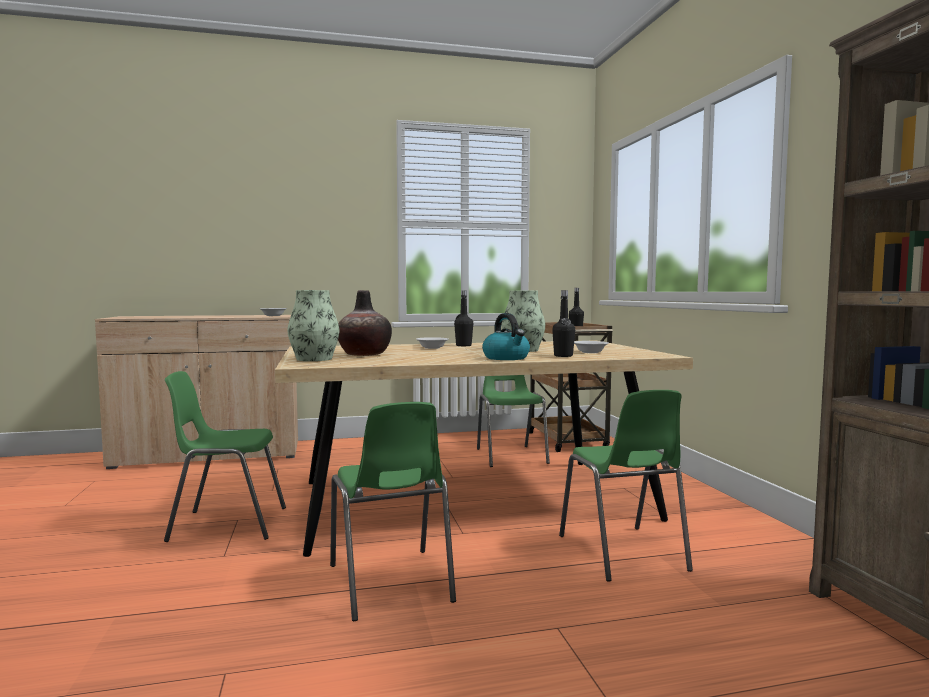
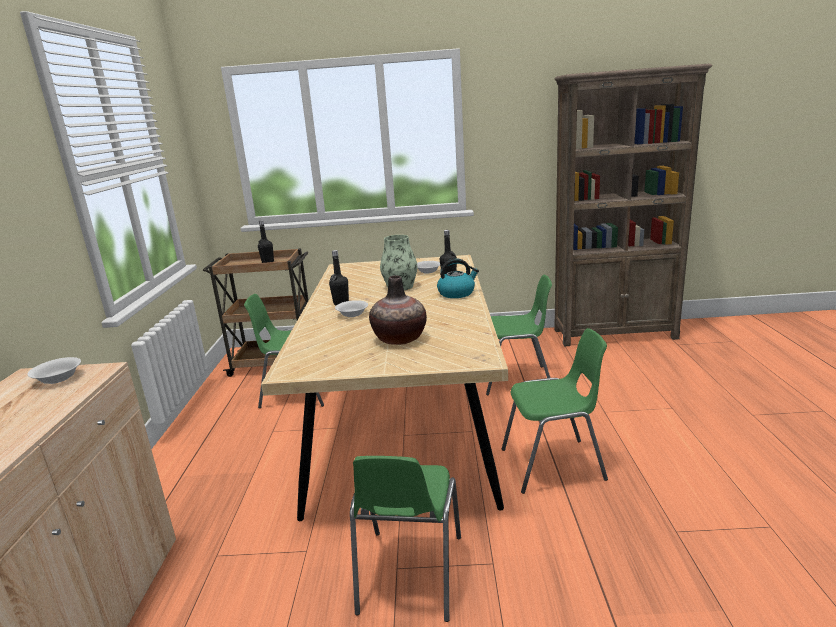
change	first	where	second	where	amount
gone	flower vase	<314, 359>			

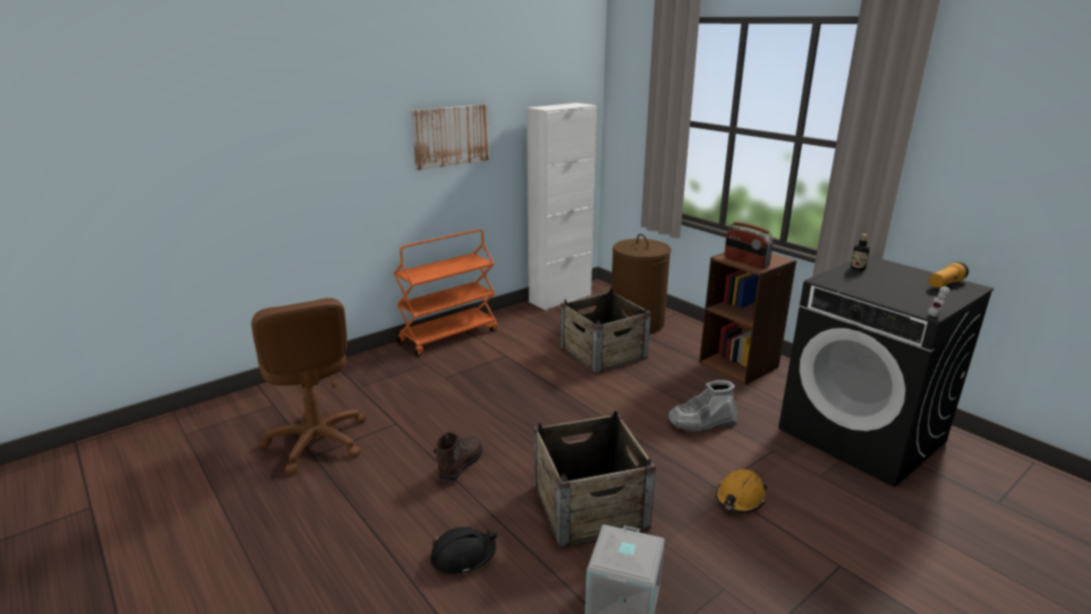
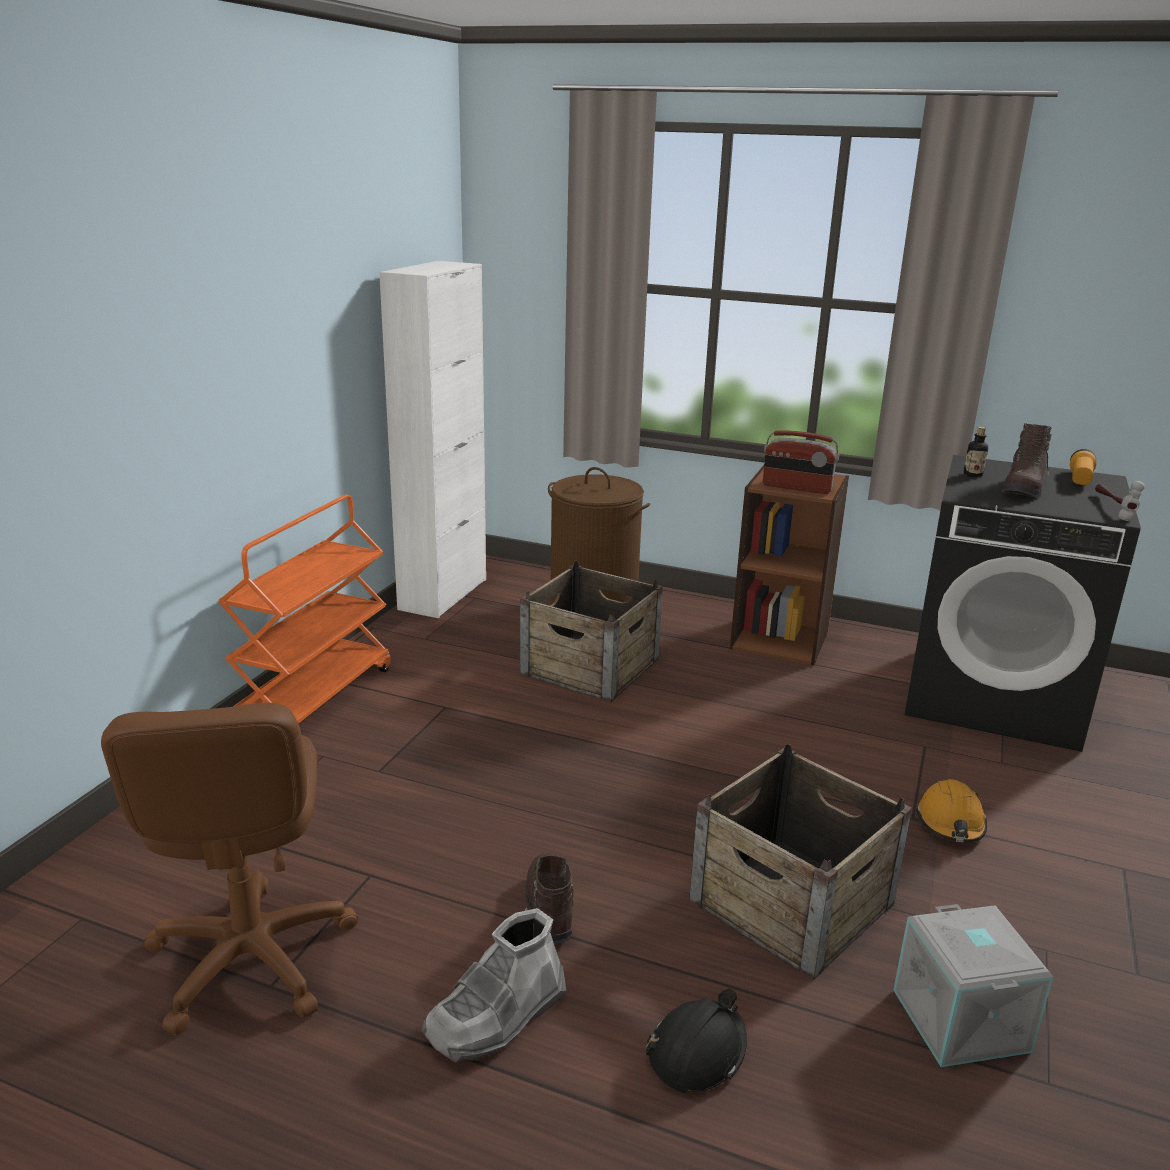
change	first	where	second	where	amount
gone	wall picture	<451, 136>			
rotated	brownish office chair	<316, 441>		<249, 958>	45 degrees clockwise
shifted	gray tall boot	<701, 423>		<497, 1017>	
new			brownish tall boot	<1023, 489>	

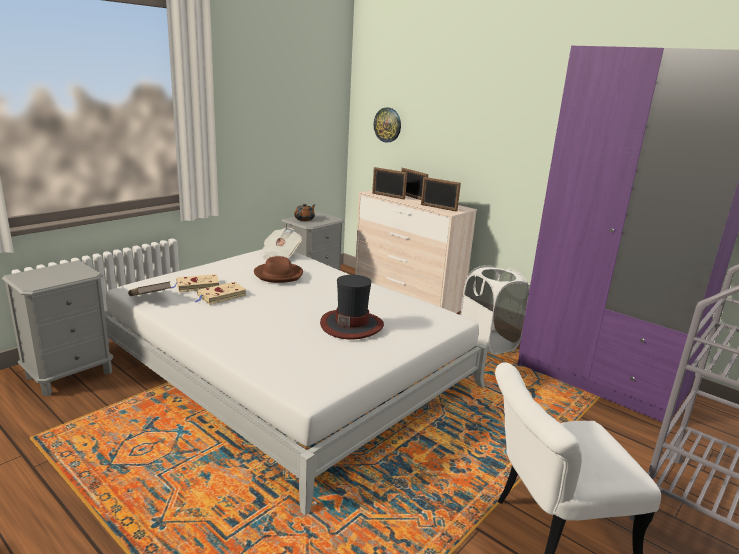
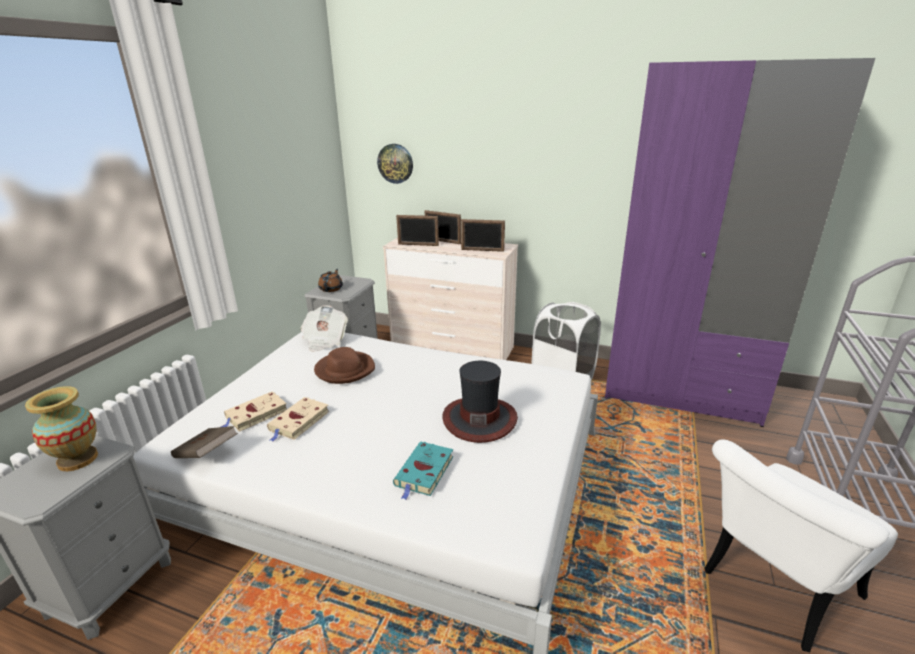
change	first	where	second	where	amount
new			flower vase	<77, 459>	
new			turquoise-coloured volume	<424, 472>	

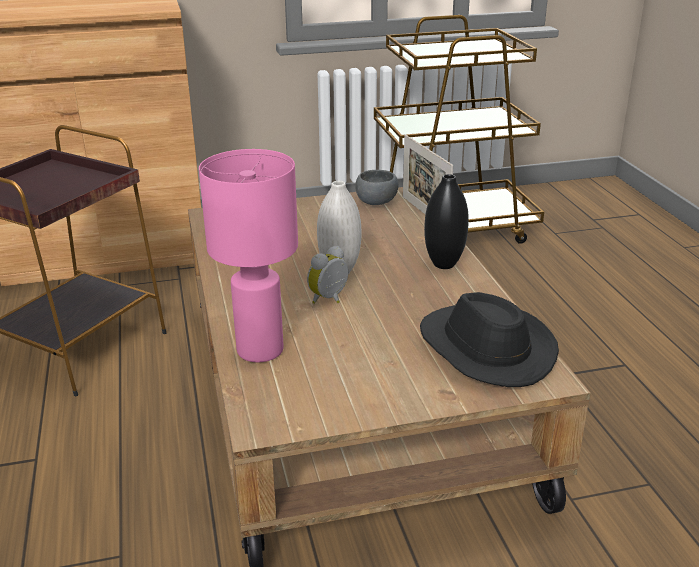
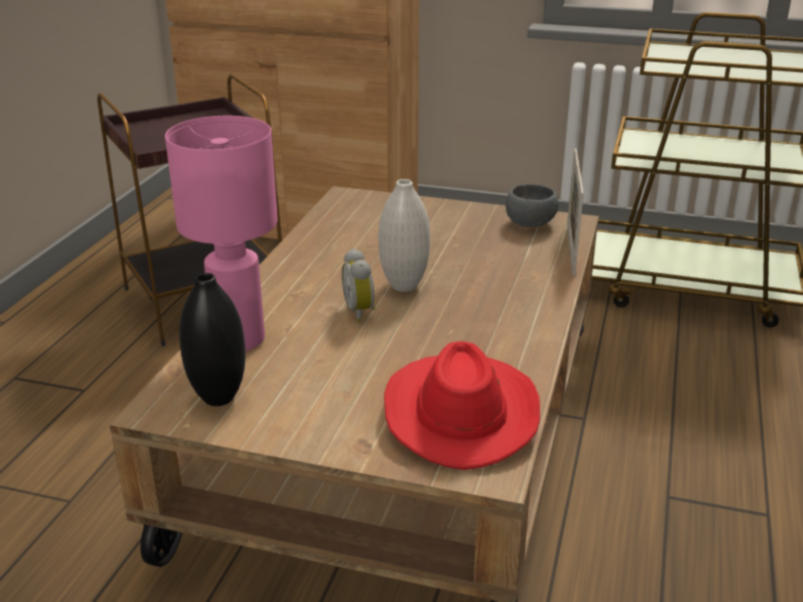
change	first	where	second	where	amount
shifted	black-coloured flower vase	<444, 264>		<218, 398>	
rotated	alarm clock	<330, 299>		<361, 311>	90 degrees counterclockwise
repainted	black-coloured hat	<484, 348>	reddish hat	<459, 412>	

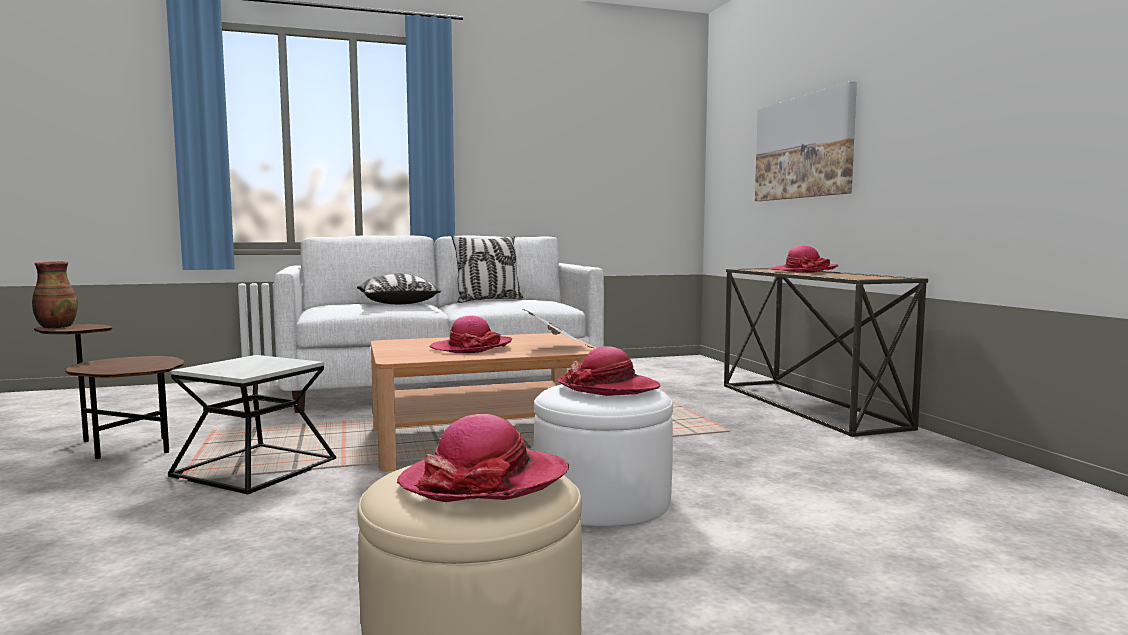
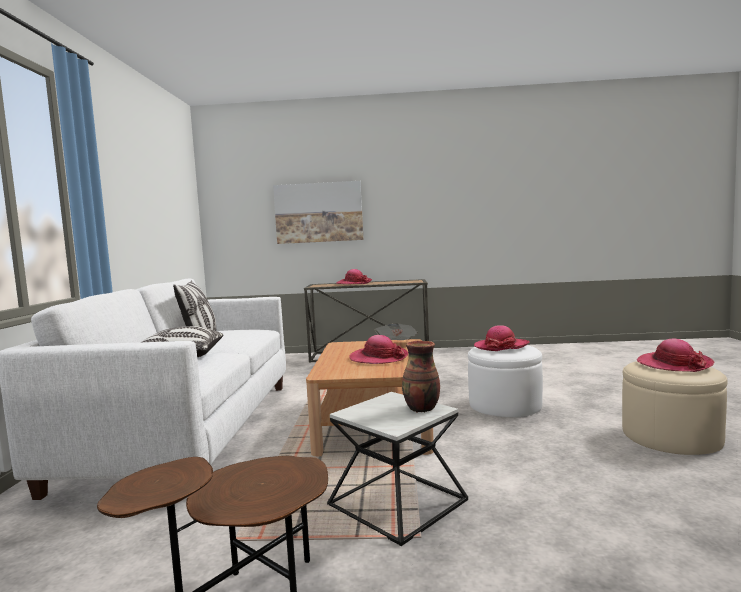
change	first	where	second	where	amount
shifted	flower vase	<56, 327>		<421, 409>	

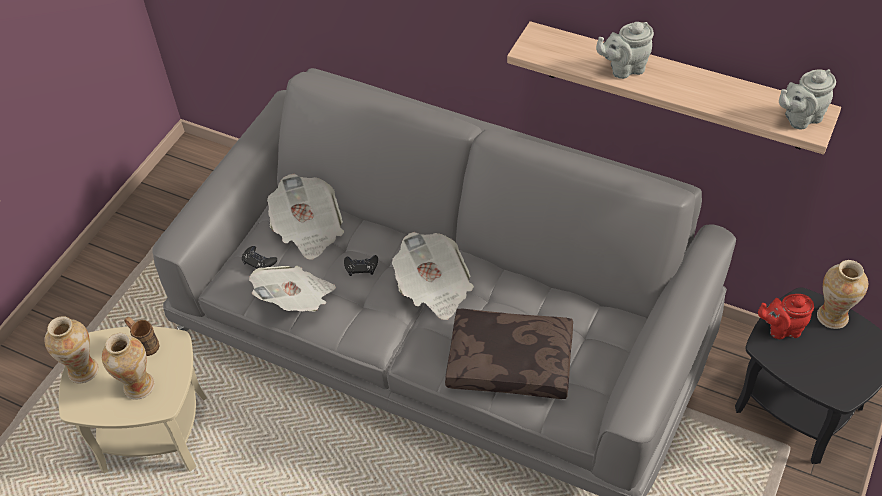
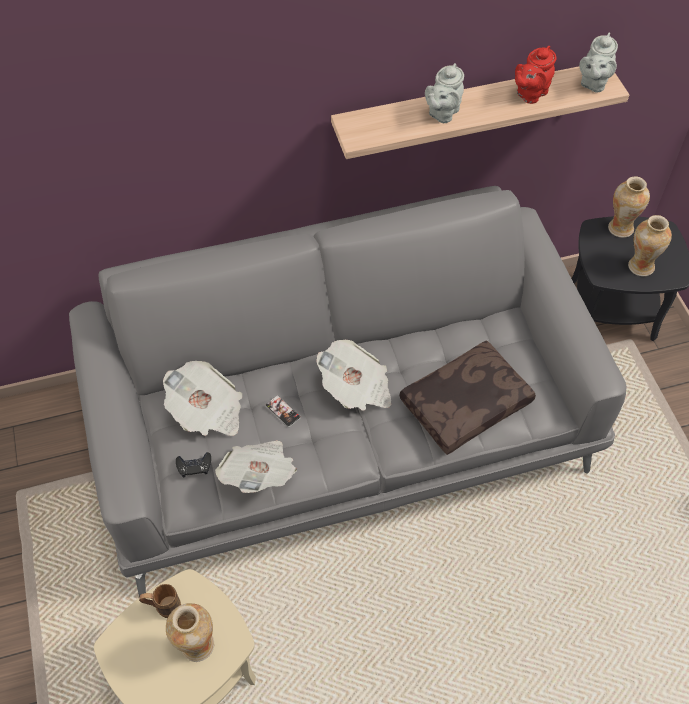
change	first	where	second	where	amount
swapped	black-coloured game controller	<361, 267>	telephone	<283, 411>	
shifted	reddish tea pot	<781, 329>		<530, 94>	
shifted	flower vase	<83, 370>		<640, 266>	

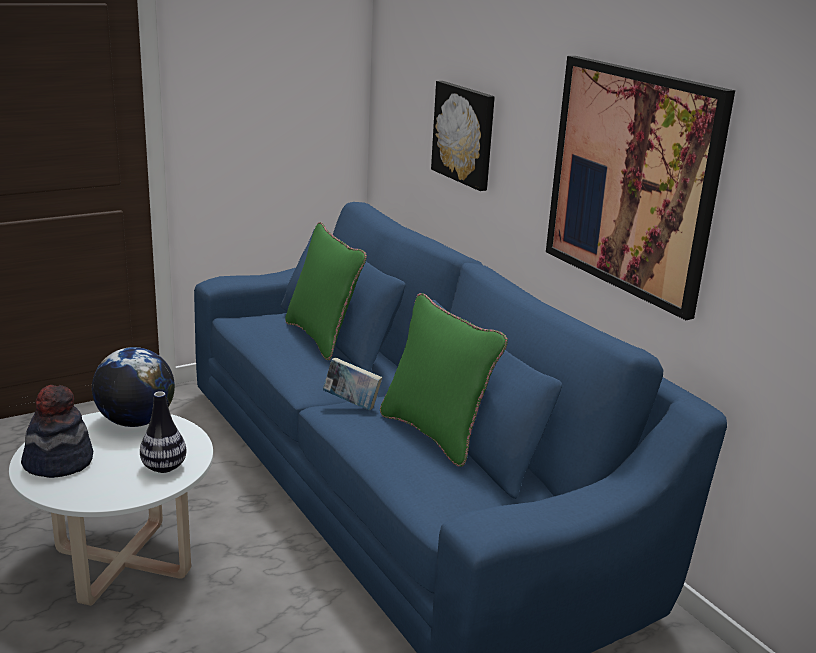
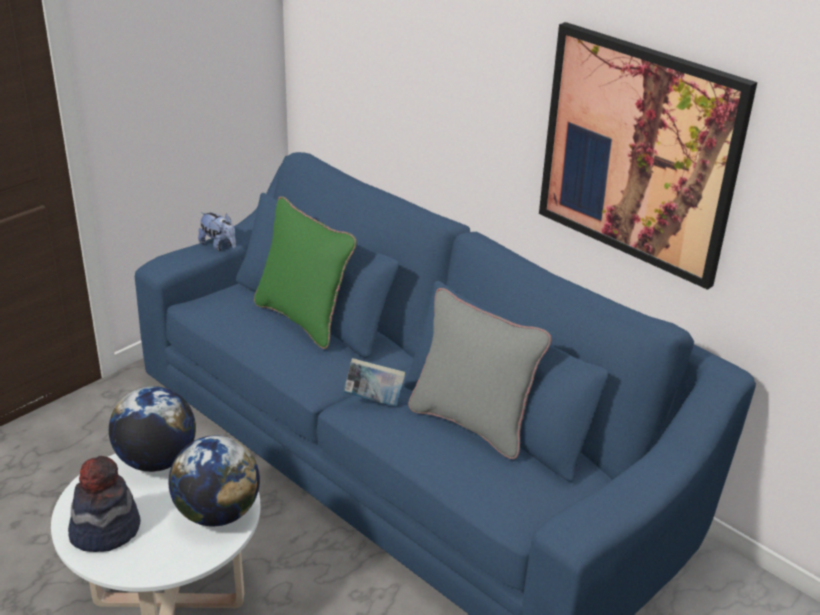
change	first	where	second	where	amount
gone	wall picture	<465, 134>			
repainted	greenish pillow	<435, 433>	gray pillow	<472, 423>	
swapped	flower vase	<164, 467>	world globe	<217, 513>	
new			plush toy	<219, 245>	

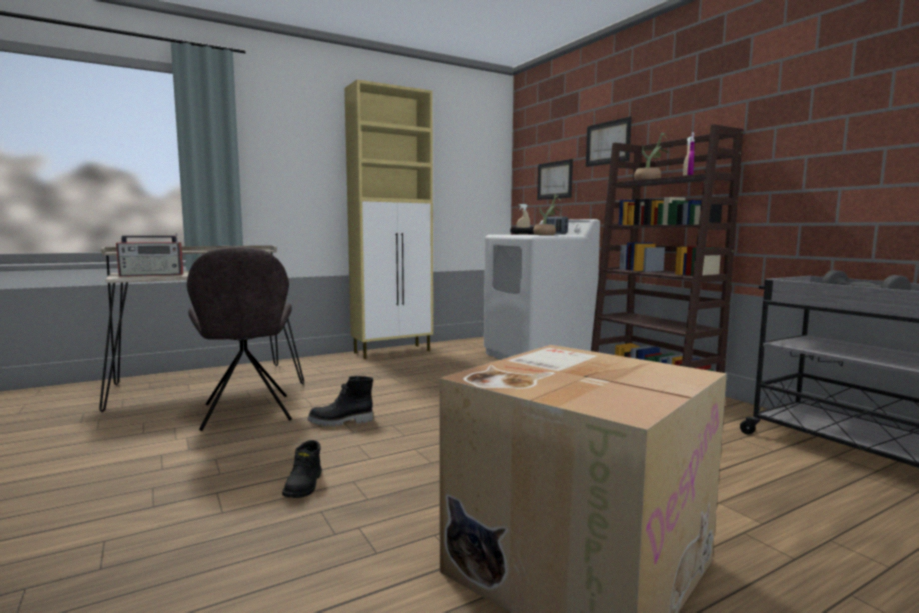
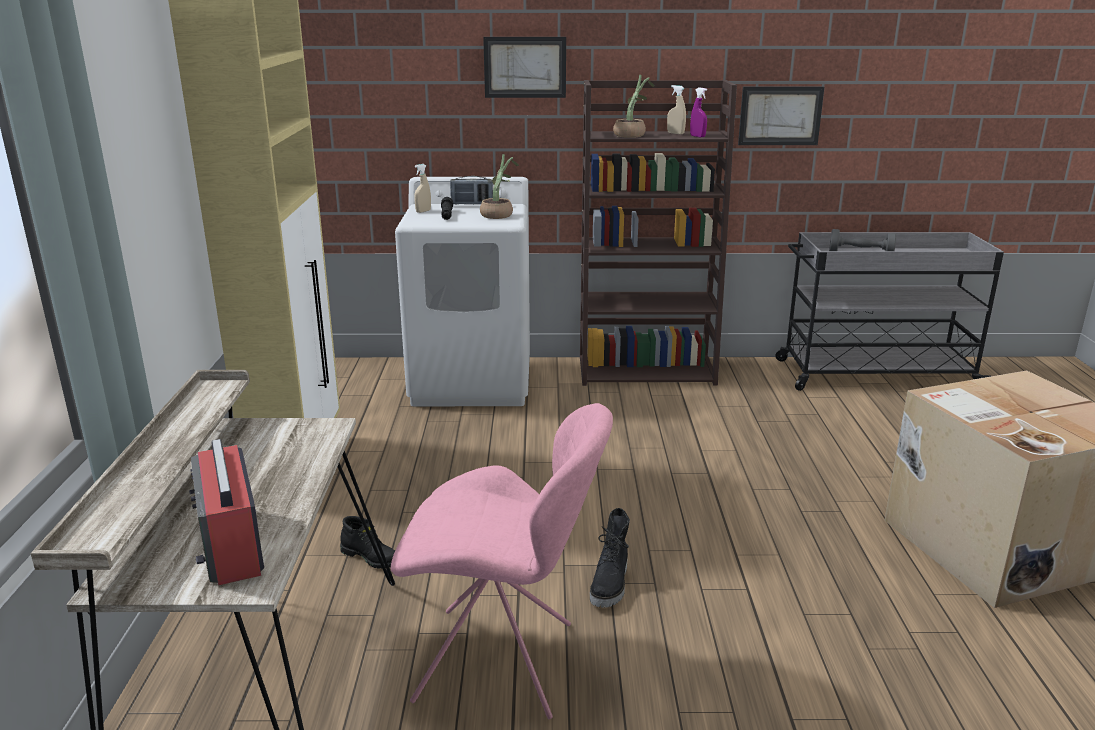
change	first	where	second	where	amount
shifted	wall picture	<555, 180>		<780, 116>	
rotated	radio receiver	<153, 275>		<232, 545>	150 degrees clockwise
repainted	gray plain chair	<246, 413>	pinkish plain chair	<502, 663>	
shifted	black-coloured tall boot	<304, 486>		<371, 557>	

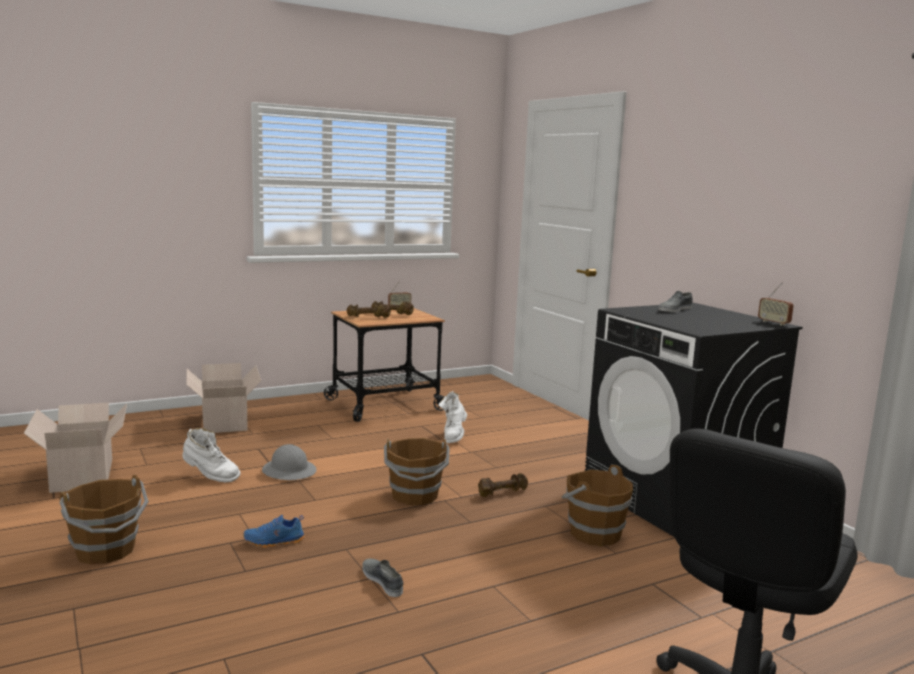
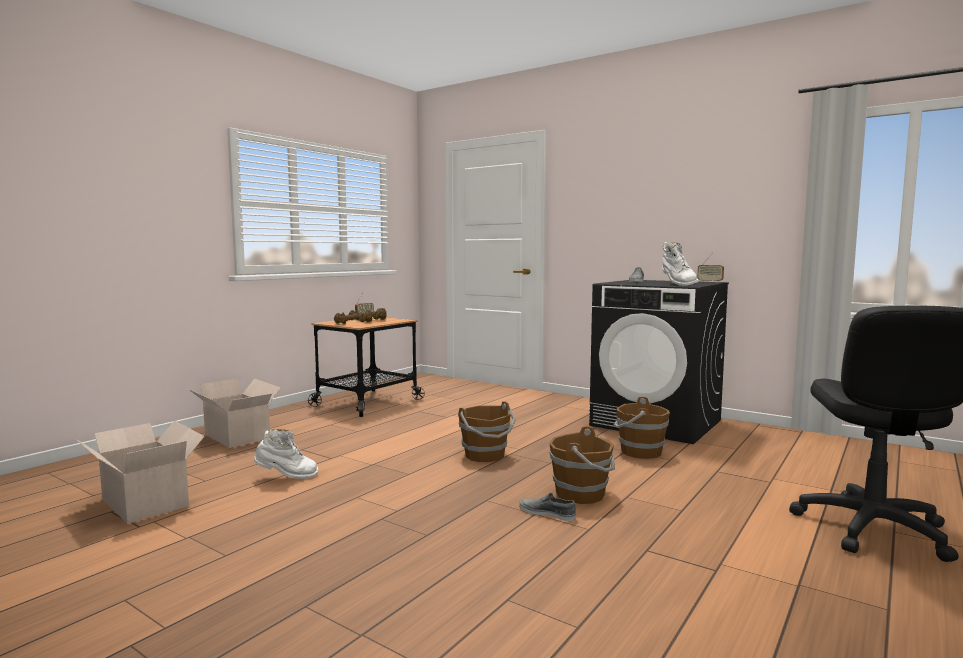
change	first	where	second	where	amount
shifted	whitish tall boot	<453, 436>		<677, 284>	
gone	gray safety helmet	<289, 471>			
gone	brownish hand weight	<502, 492>			
shifted	brownish pail	<106, 551>		<582, 494>	
gone	blue low shoe	<274, 542>			

